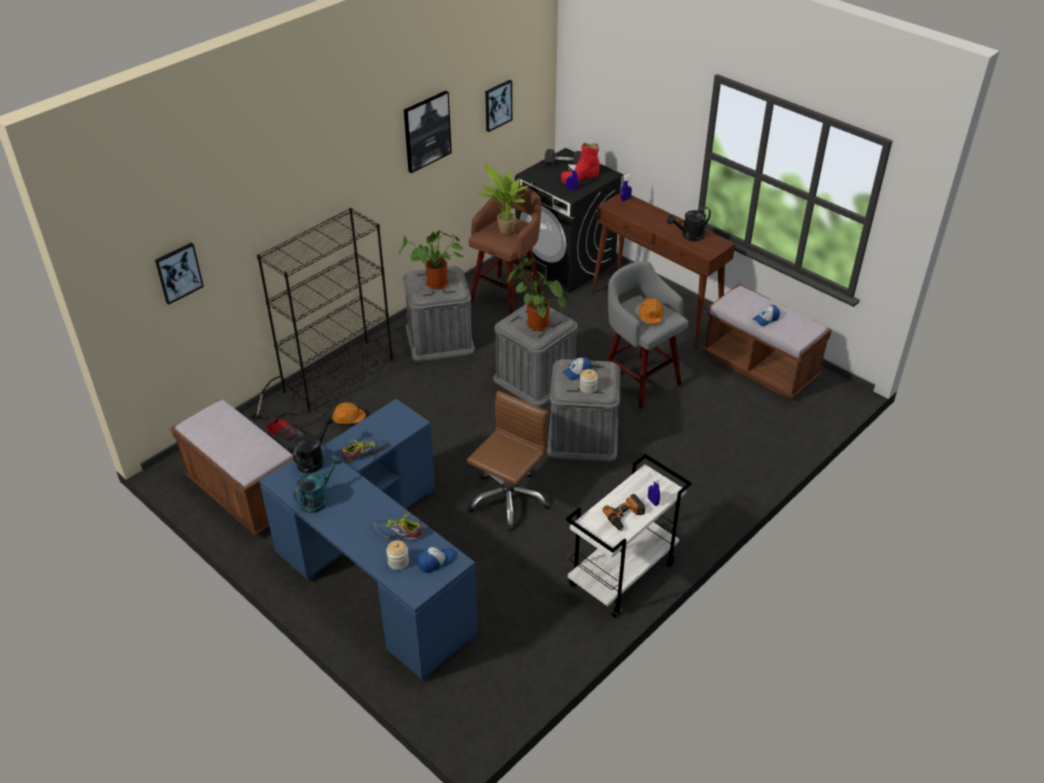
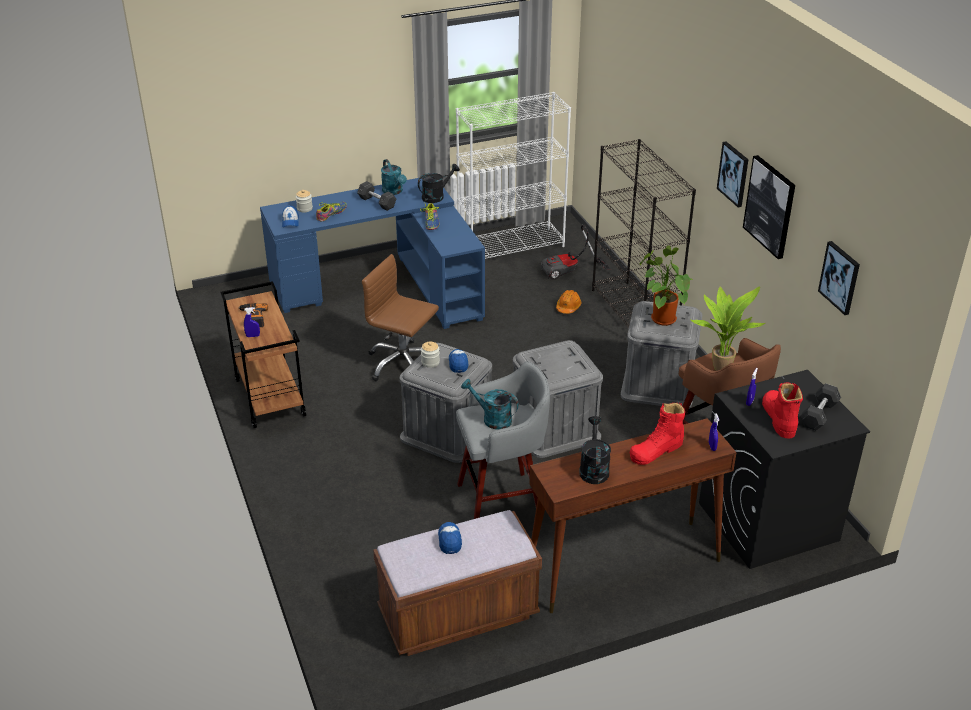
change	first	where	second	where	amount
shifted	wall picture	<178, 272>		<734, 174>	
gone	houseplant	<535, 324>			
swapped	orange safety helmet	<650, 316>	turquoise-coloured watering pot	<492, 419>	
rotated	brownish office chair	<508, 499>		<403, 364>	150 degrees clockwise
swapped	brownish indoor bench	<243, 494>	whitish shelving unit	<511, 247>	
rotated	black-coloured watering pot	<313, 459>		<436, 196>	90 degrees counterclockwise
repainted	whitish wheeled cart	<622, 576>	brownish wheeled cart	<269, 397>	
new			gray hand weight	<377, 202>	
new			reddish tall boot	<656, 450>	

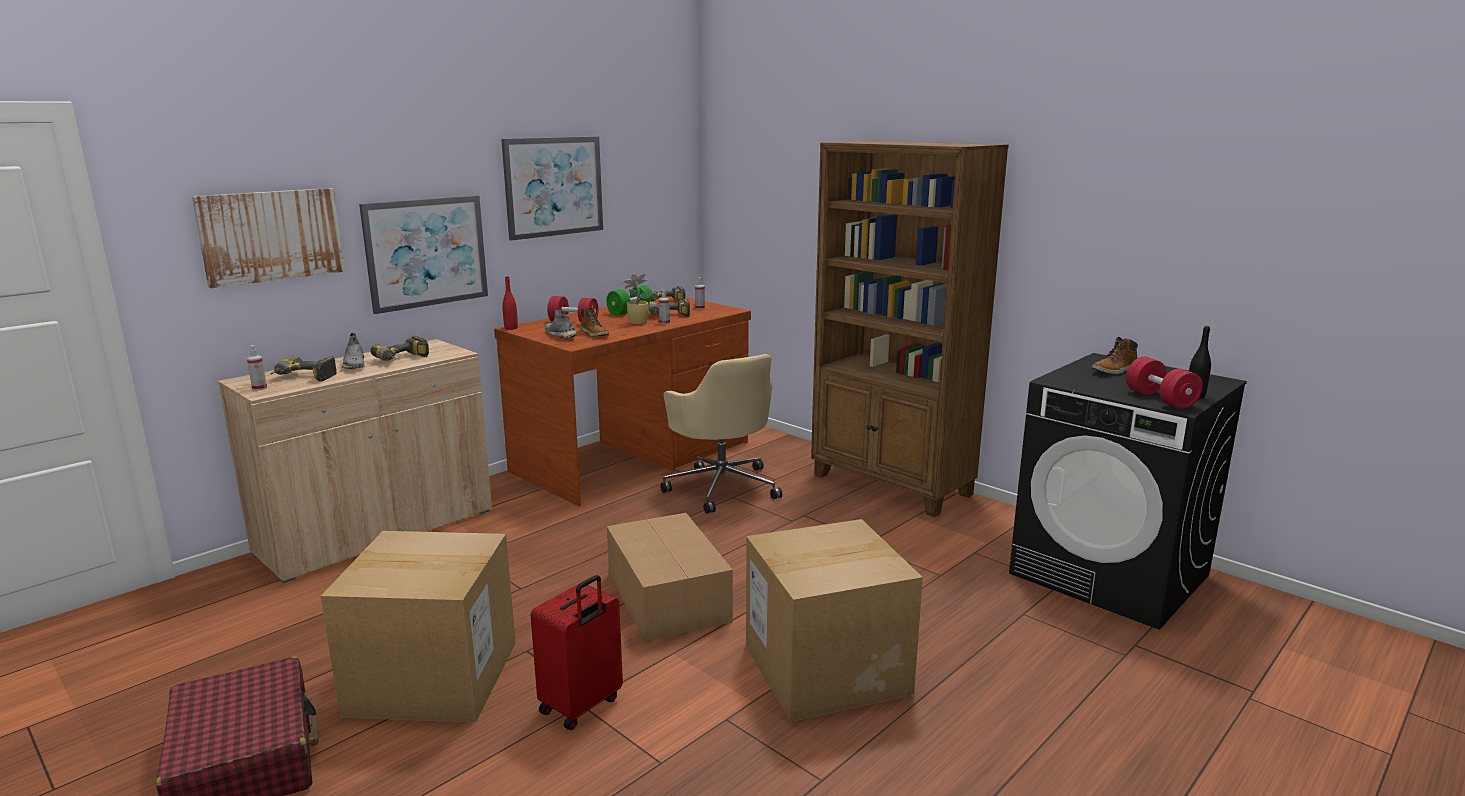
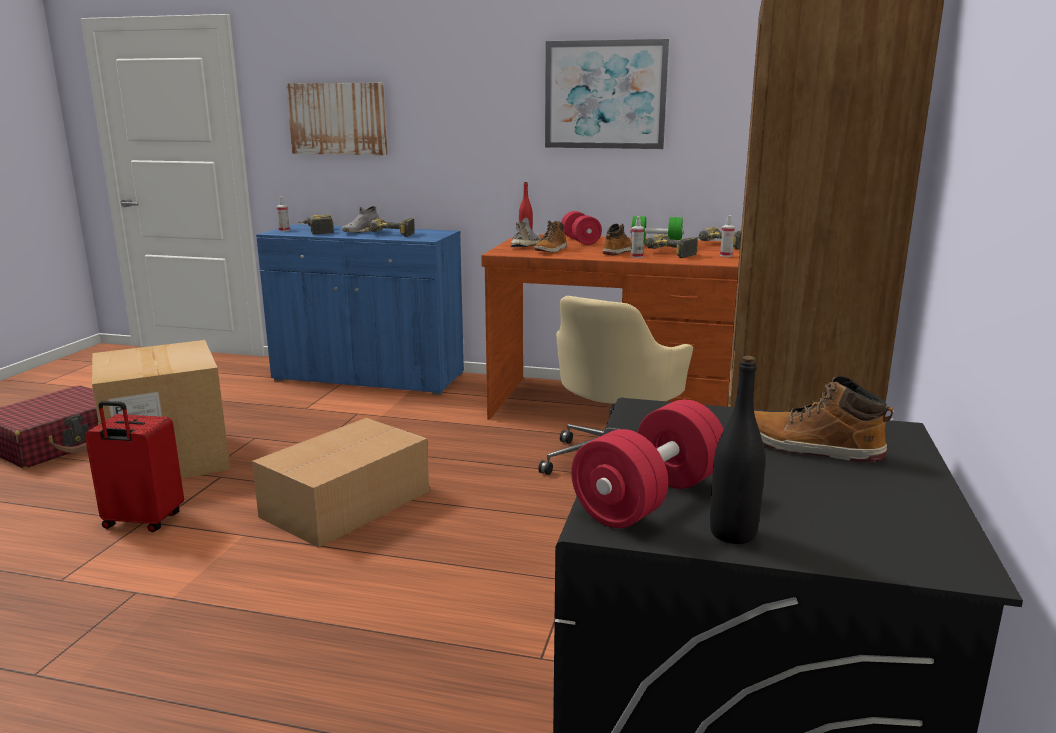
change	first	where	second	where	amount
gone	wall picture	<426, 252>			
swapped	houseplant	<637, 322>	tall boot	<619, 251>	
repainted	beige-coloured cabinet	<378, 532>	blue cabinet	<368, 377>	
gone	carton	<826, 669>			

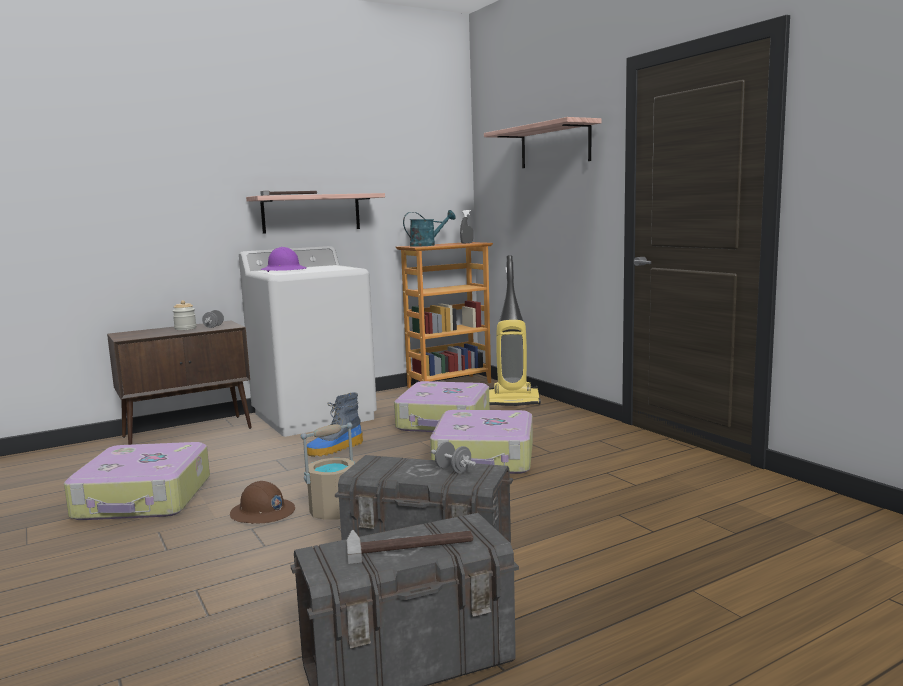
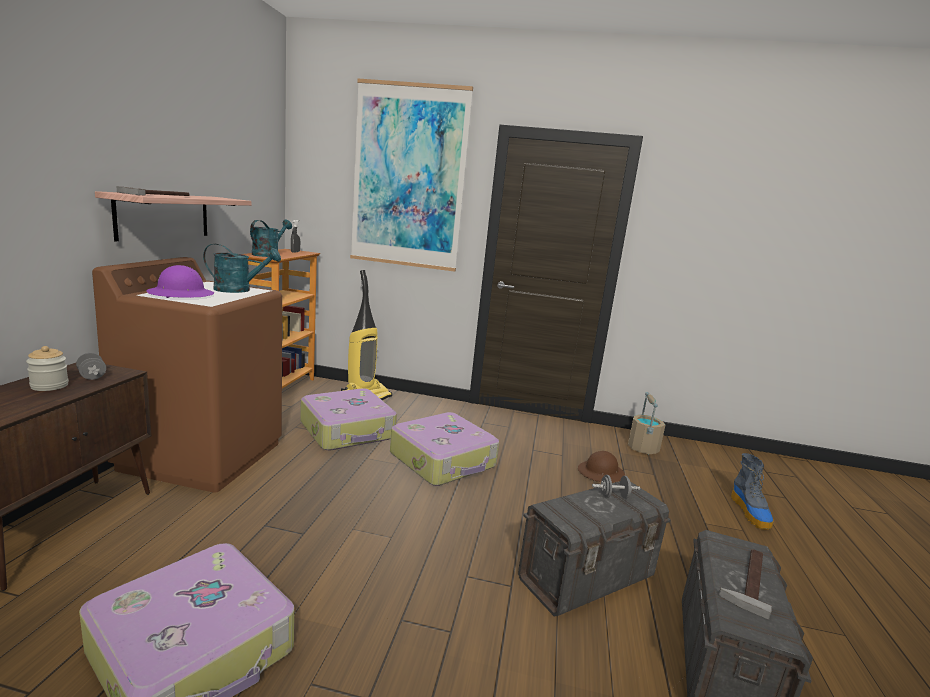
change	first	where	second	where	amount
swapped	wall shelf	<554, 145>	wall picture	<408, 177>	
repainted	whitish washing machine	<314, 416>	brownish washing machine	<203, 455>	
shifted	tall boot	<335, 449>		<750, 512>	
shifted	beige-coloured pail	<334, 511>		<642, 448>	
shifted	brownish safety helmet	<262, 513>		<601, 473>	
new			turquoise-coloured watering pot	<239, 290>	

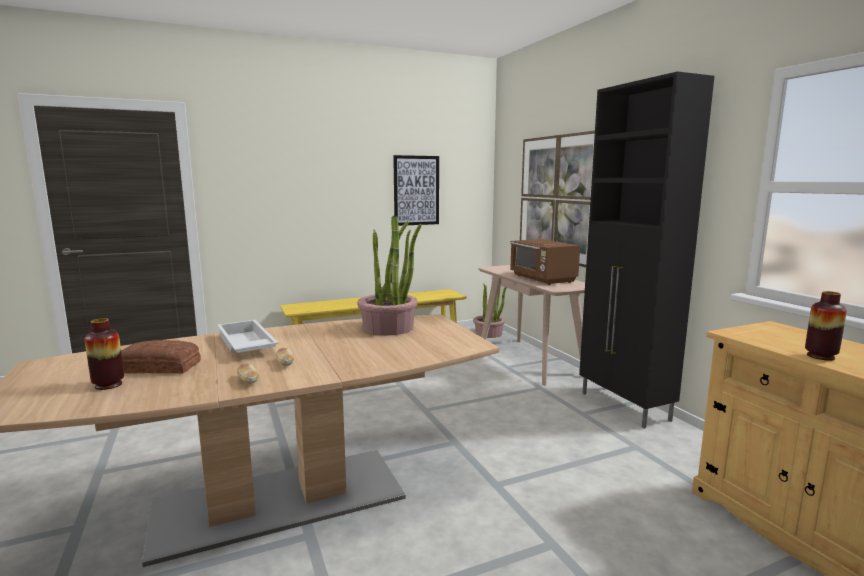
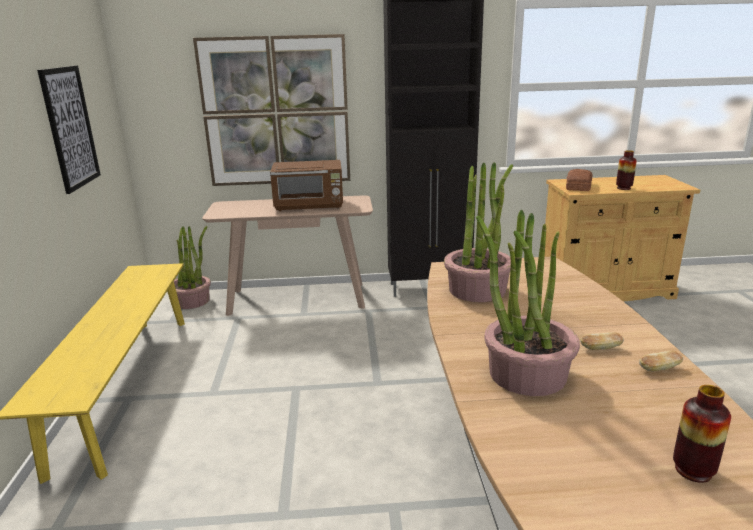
change	first	where	second	where	amount
swapped	whitish tray	<245, 345>	houseplant	<526, 374>	
shifted	bread	<159, 367>		<577, 186>	

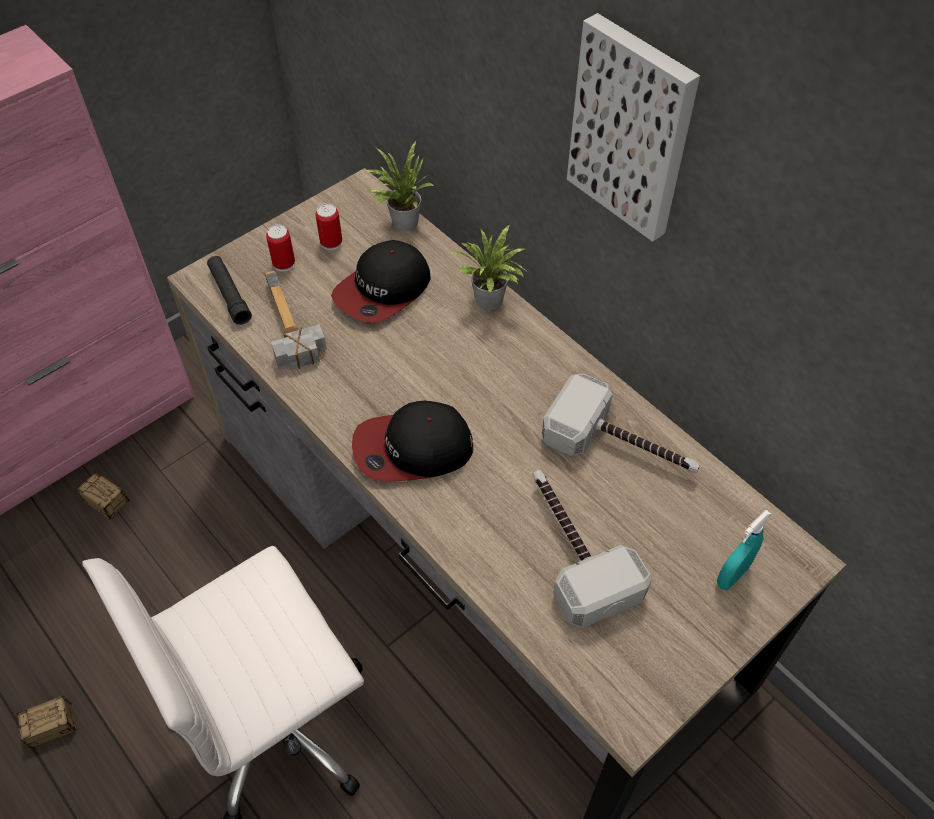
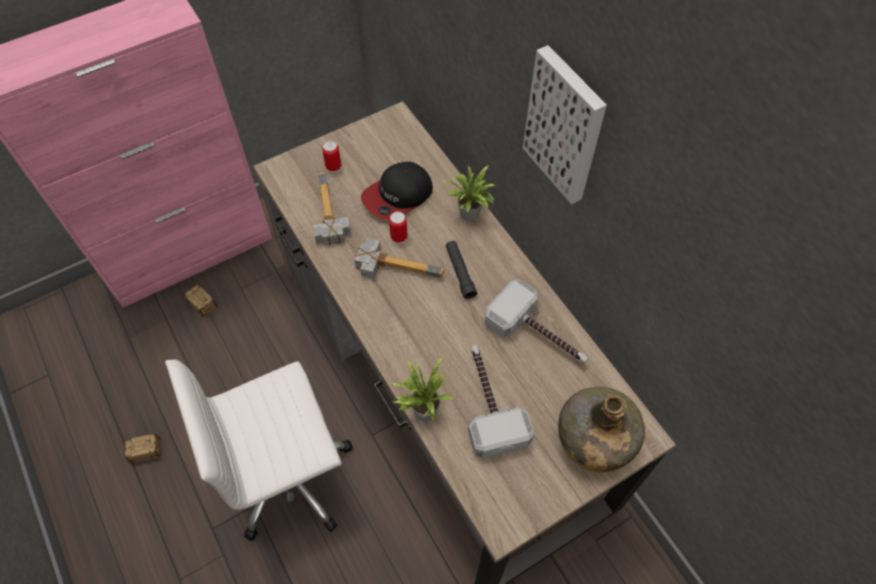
change	first	where	second	where	amount
shifted	houseplant	<401, 222>		<422, 410>	
shifted	sealed can	<331, 242>		<399, 237>	
shifted	black-coloured hand torch	<229, 295>		<460, 272>	
gone	baseball cap	<412, 449>			
swapped	turquoise-coloured sprayer	<732, 575>	greenish beverage bottle	<594, 439>	
new			hand hammer	<398, 263>	

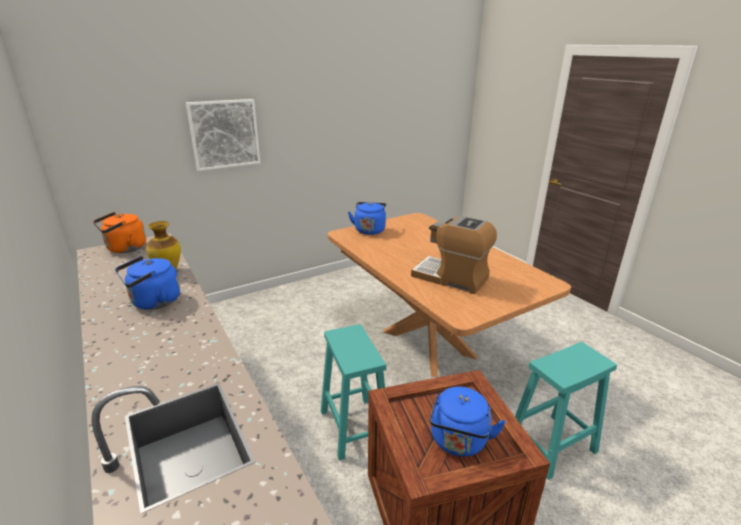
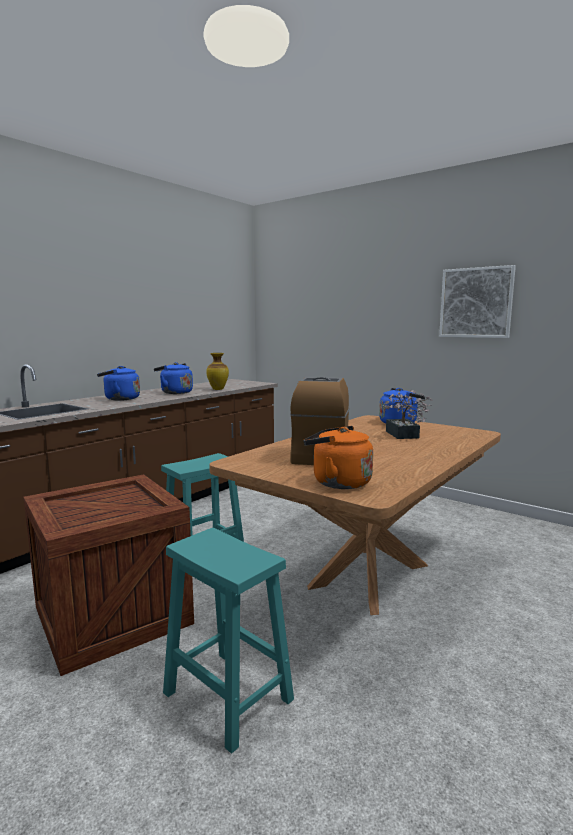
change	first	where	second	where	amount
shifted	wall picture	<224, 134>		<476, 303>	
shifted	orange water kettle	<124, 249>		<337, 482>	
shifted	blue water kettle	<458, 442>		<120, 399>	
new			houseplant	<403, 435>	

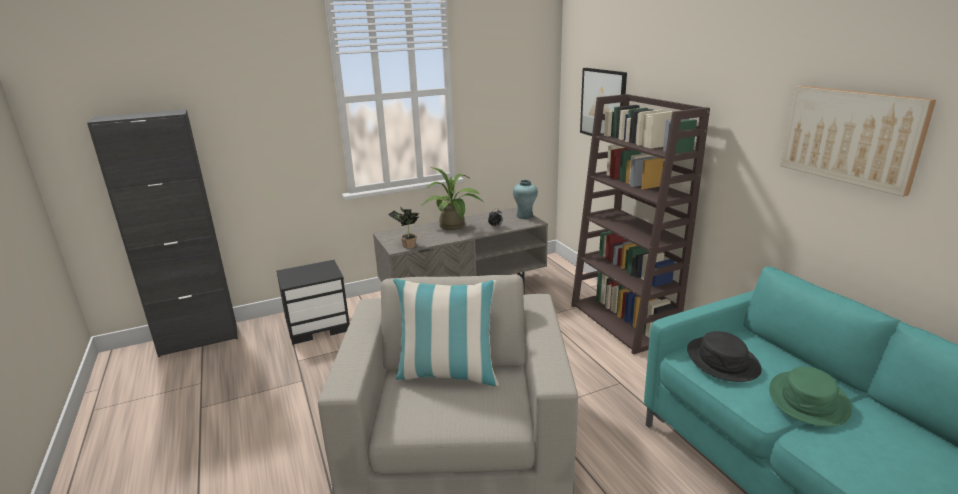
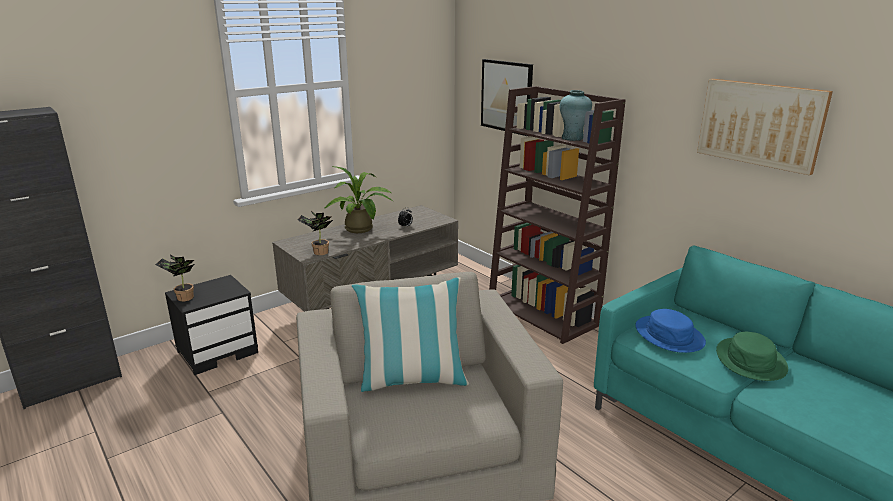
change	first	where	second	where	amount
shifted	turquoise-coloured flower vase	<524, 216>		<572, 138>	
repainted	black-coloured hat	<722, 360>	blue hat	<669, 335>	
new			houseplant	<182, 298>	

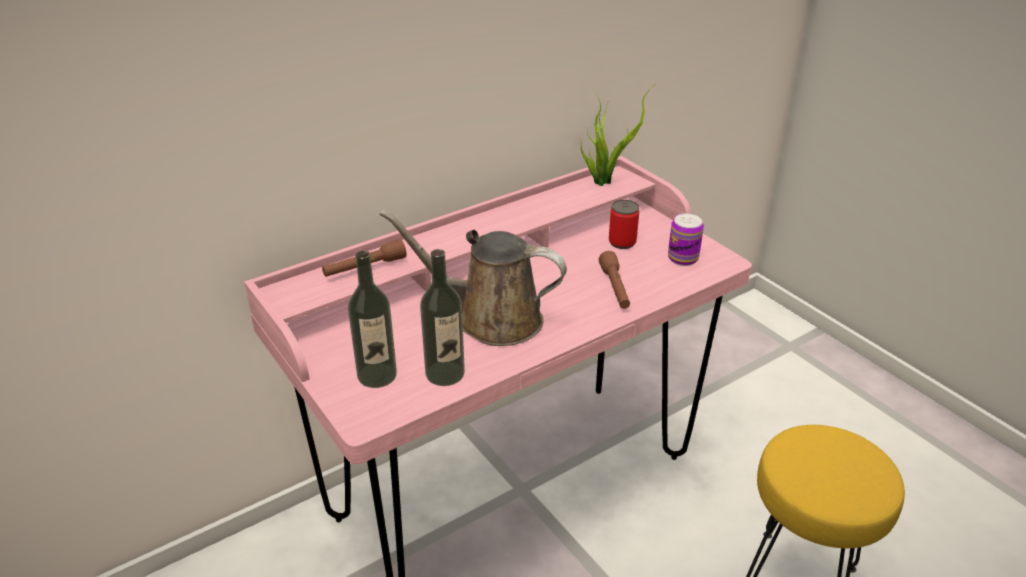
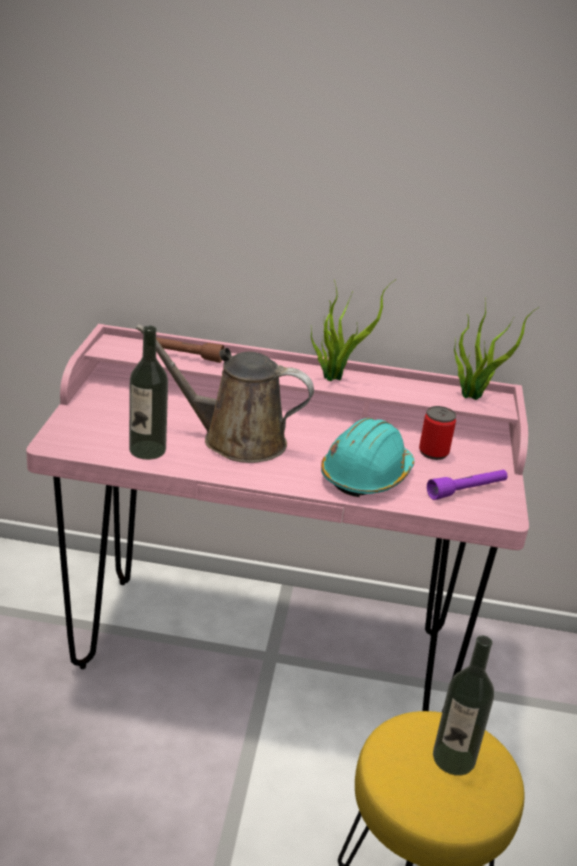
change	first	where	second	where	amount
rotated	brownish watering pot	<490, 319>		<235, 440>	45 degrees counterclockwise
swapped	sealed can	<683, 258>	purplish hand torch	<467, 490>	
shifted	beverage bottle	<377, 375>		<453, 758>	
swapped	brownish hand torch	<615, 288>	turquoise-coloured safety helmet	<366, 476>	
new			houseplant	<335, 376>	

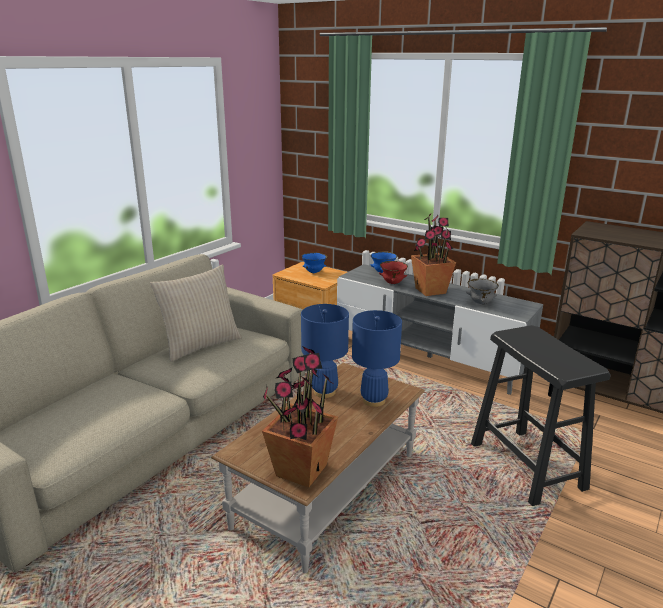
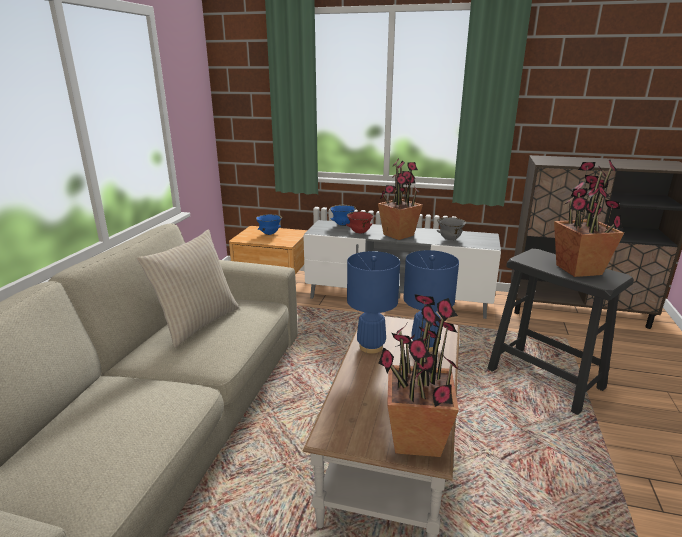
change	first	where	second	where	amount
new			houseplant	<578, 270>	

